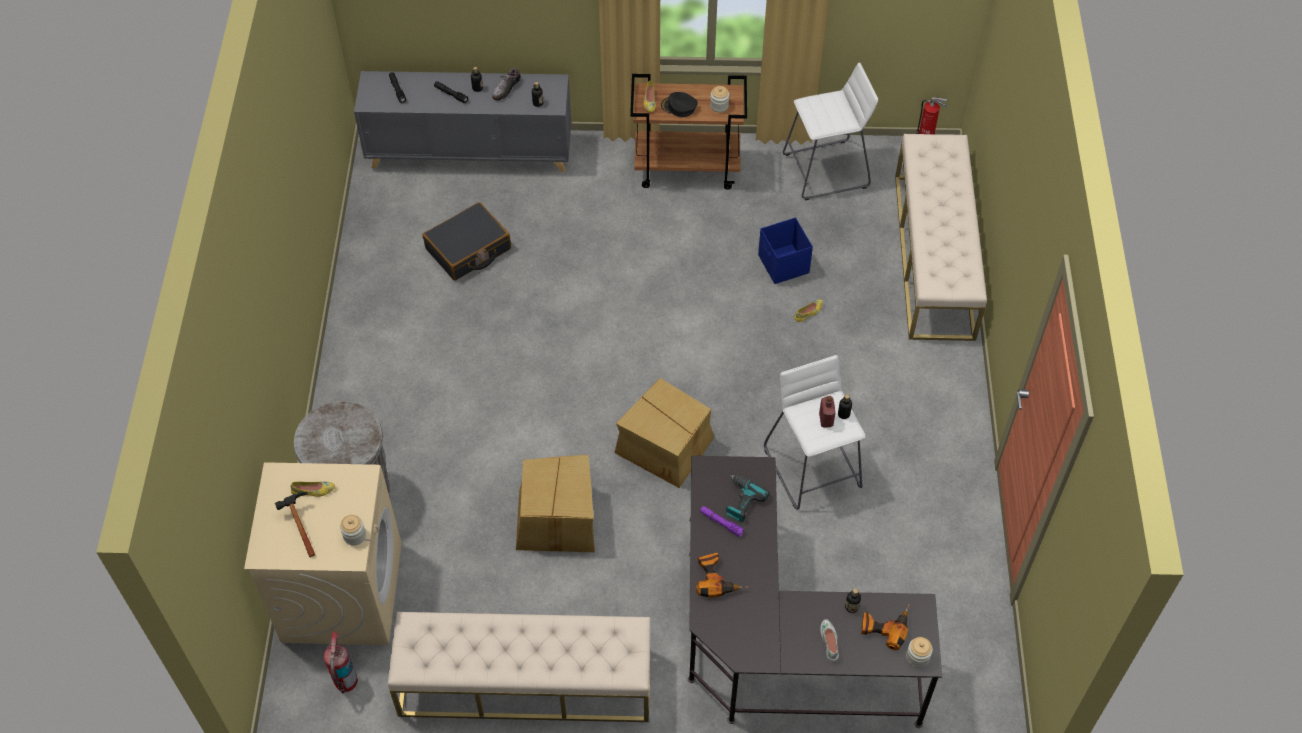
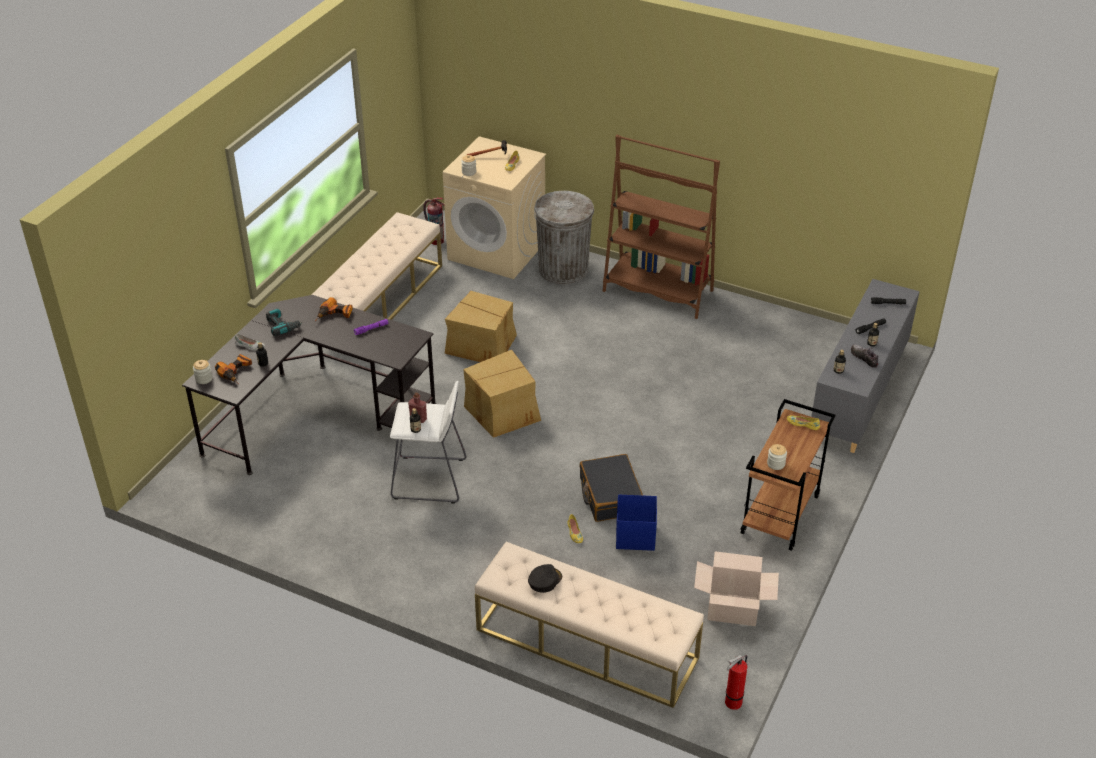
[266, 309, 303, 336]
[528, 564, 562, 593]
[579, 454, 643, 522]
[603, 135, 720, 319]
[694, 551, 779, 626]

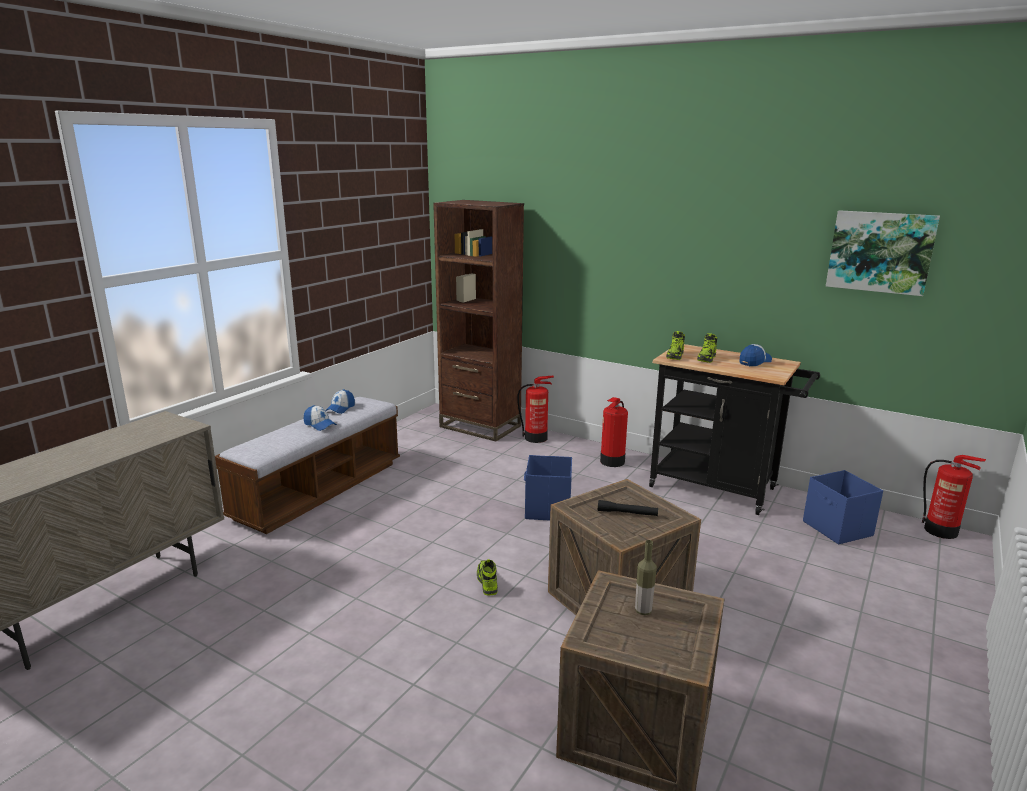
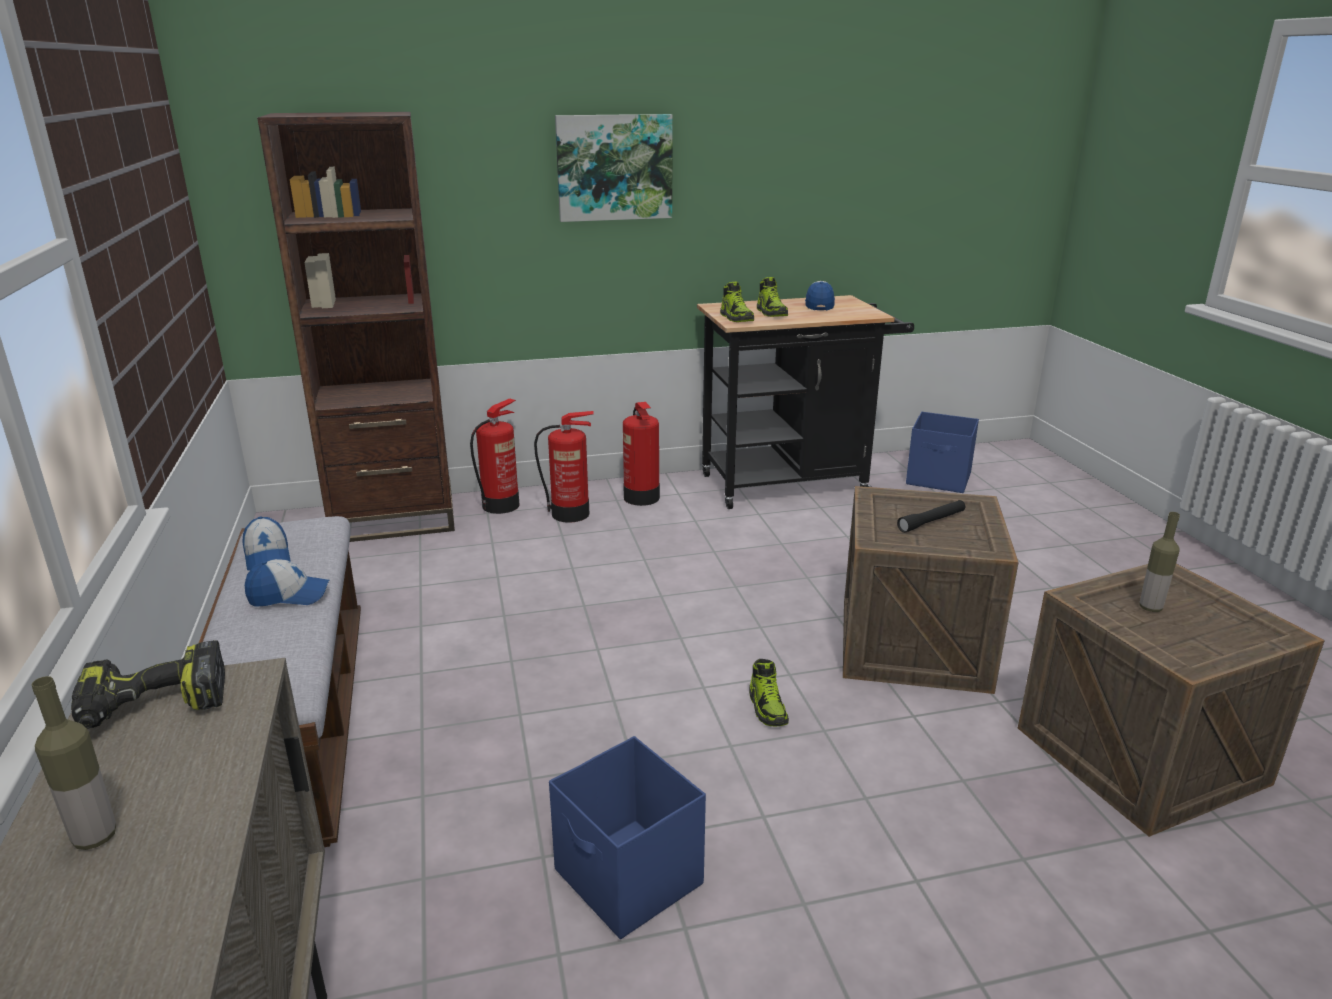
[32, 676, 116, 850]
[71, 640, 225, 729]
[534, 411, 594, 523]
[549, 736, 706, 939]
[555, 114, 673, 222]
[749, 659, 789, 726]

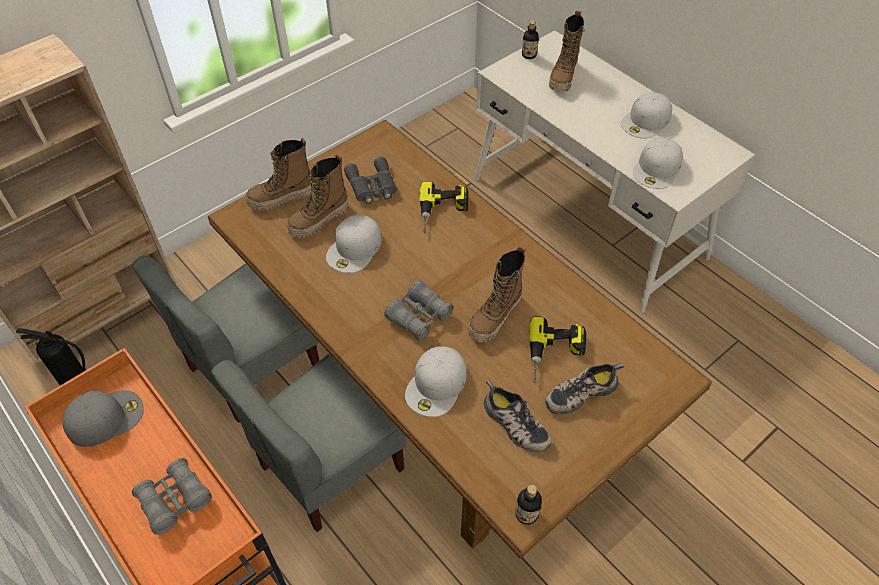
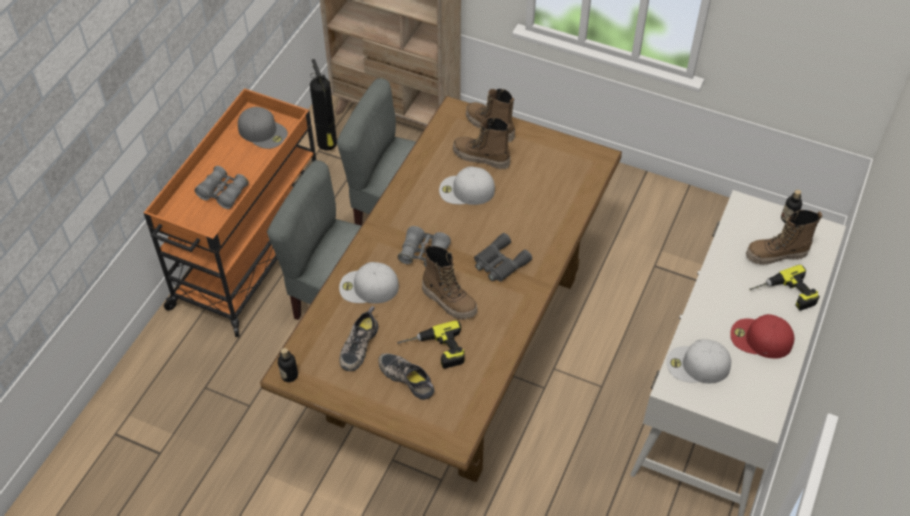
[422, 243, 477, 320]
[474, 233, 532, 282]
[730, 314, 794, 359]
[749, 265, 820, 311]

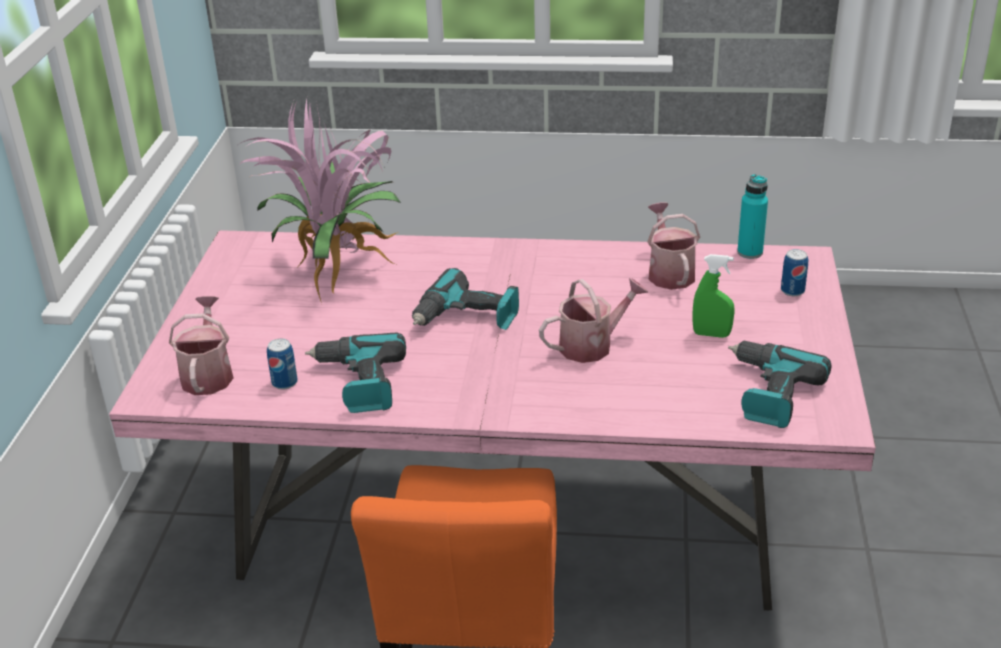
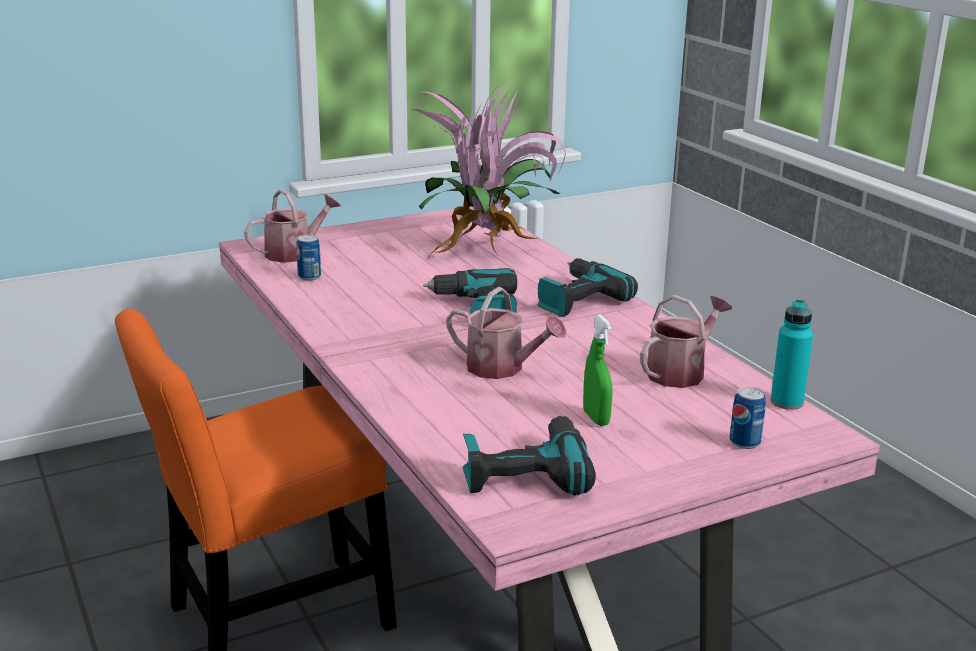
[538, 258, 638, 317]

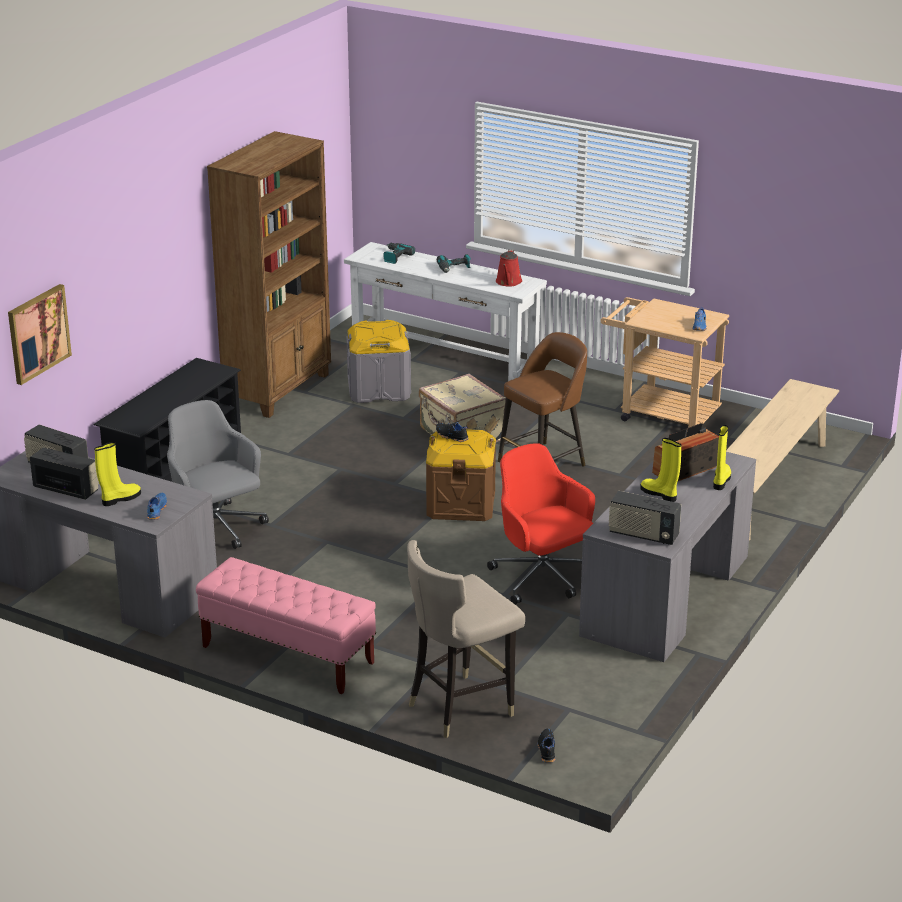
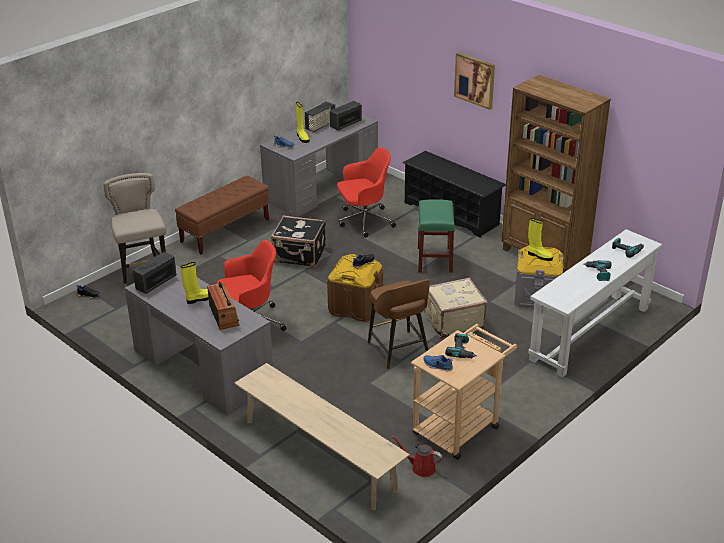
[175, 176, 269, 254]
[271, 215, 326, 267]
[337, 147, 396, 237]
[392, 435, 443, 477]
[418, 199, 455, 273]
[445, 333, 476, 358]
[454, 53, 495, 110]
[528, 218, 553, 261]

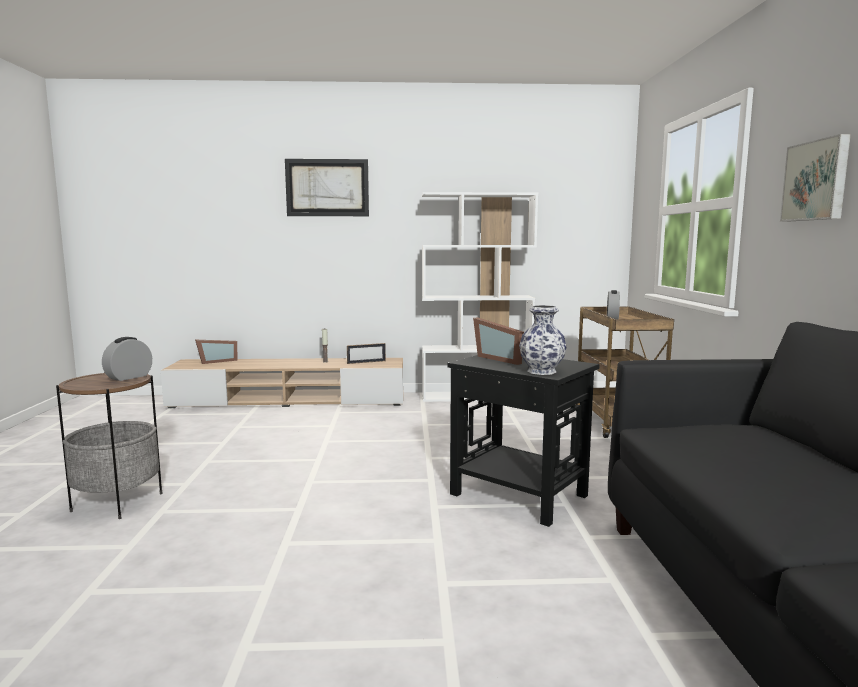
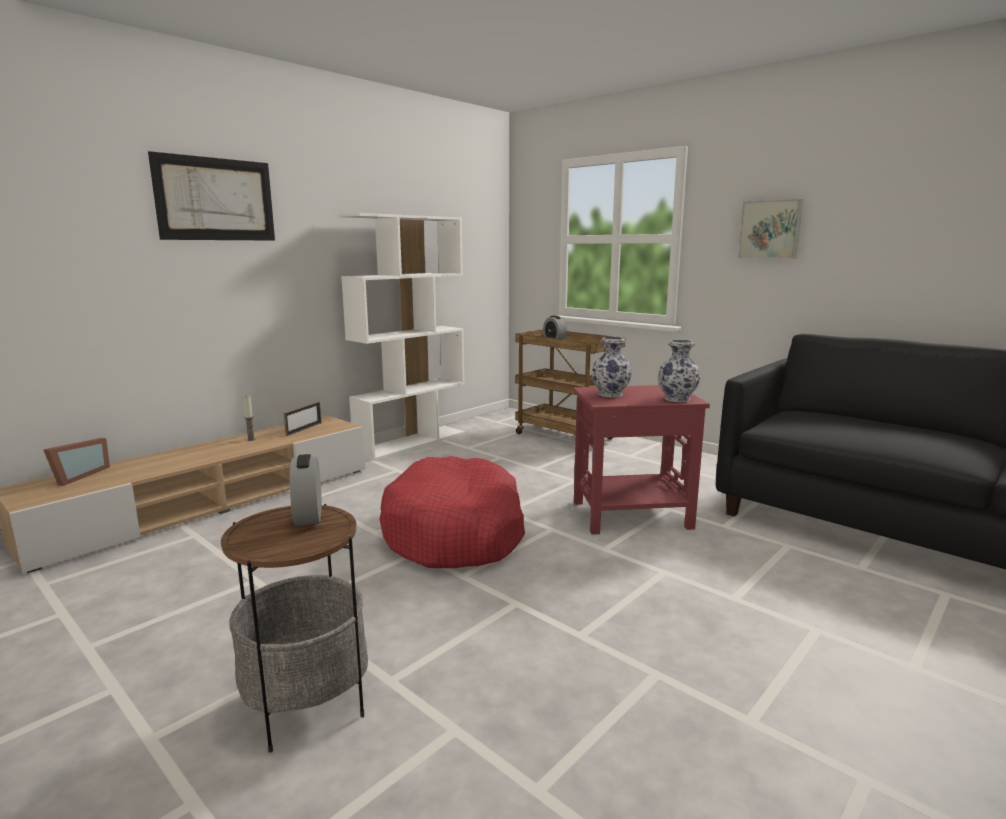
[379, 456, 525, 568]
[573, 385, 710, 535]
[592, 337, 632, 397]

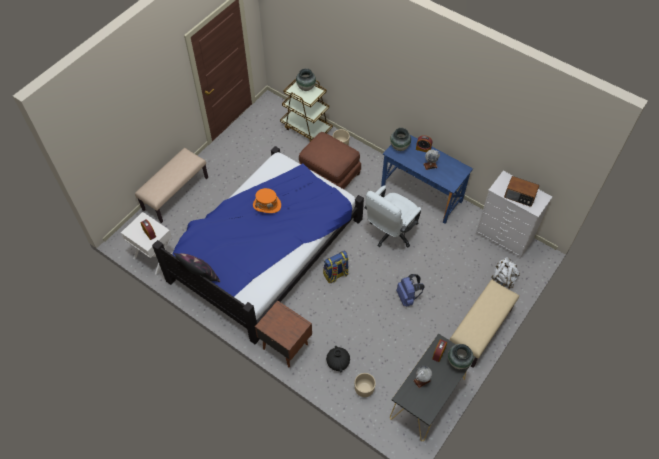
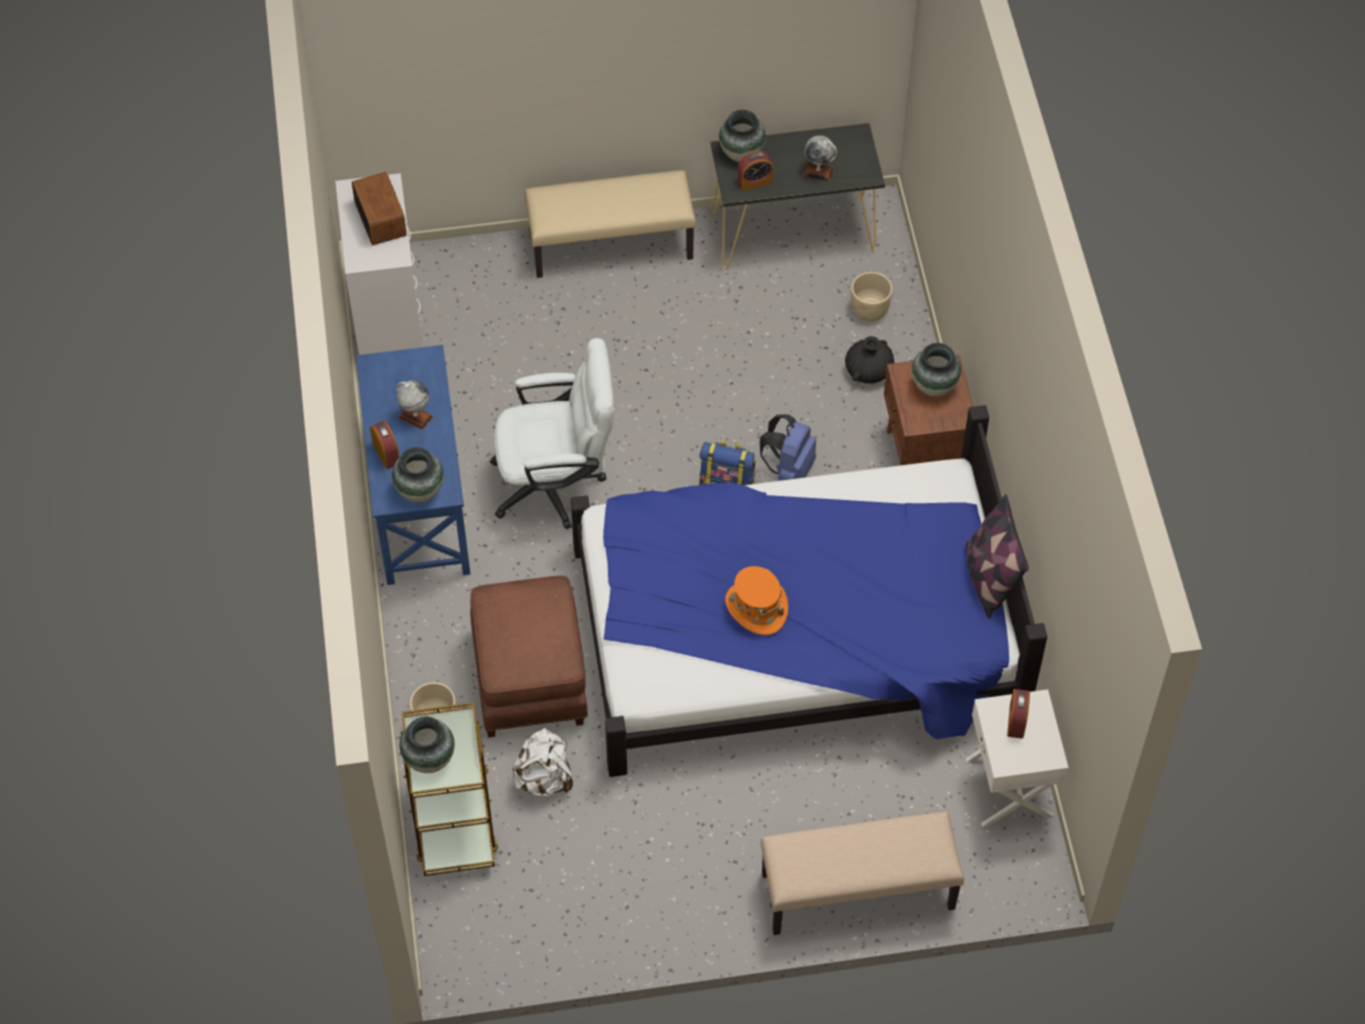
[512, 728, 573, 798]
[760, 414, 816, 481]
[912, 343, 961, 396]

